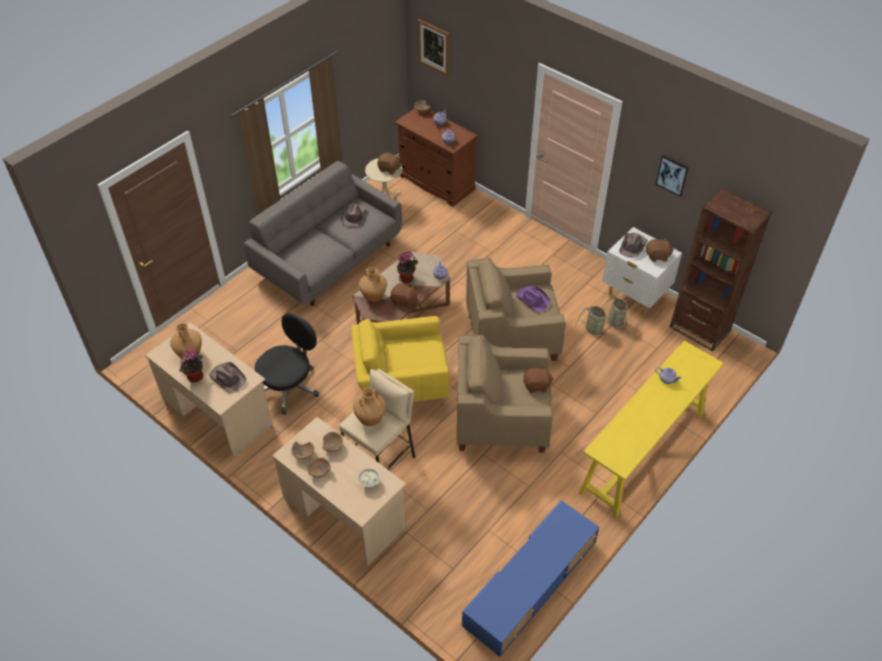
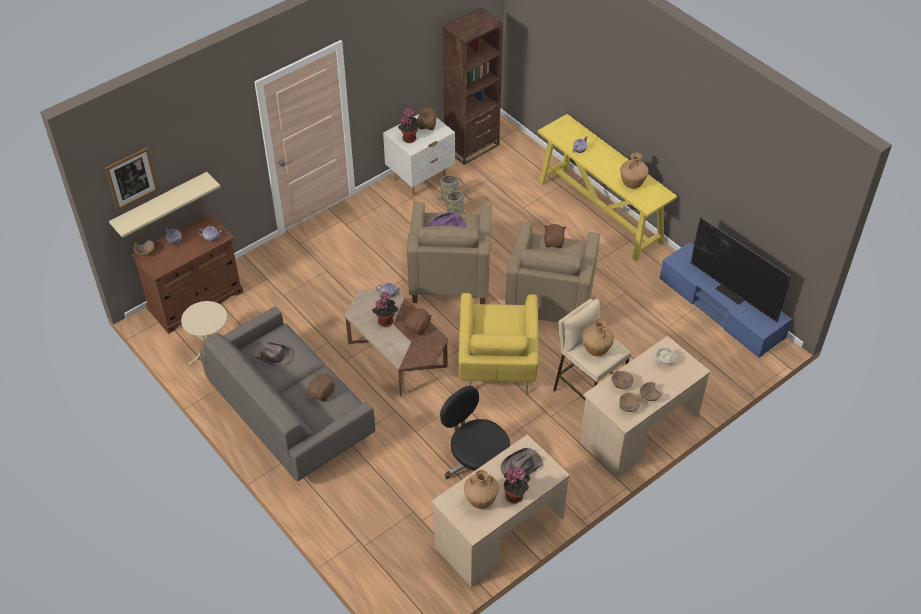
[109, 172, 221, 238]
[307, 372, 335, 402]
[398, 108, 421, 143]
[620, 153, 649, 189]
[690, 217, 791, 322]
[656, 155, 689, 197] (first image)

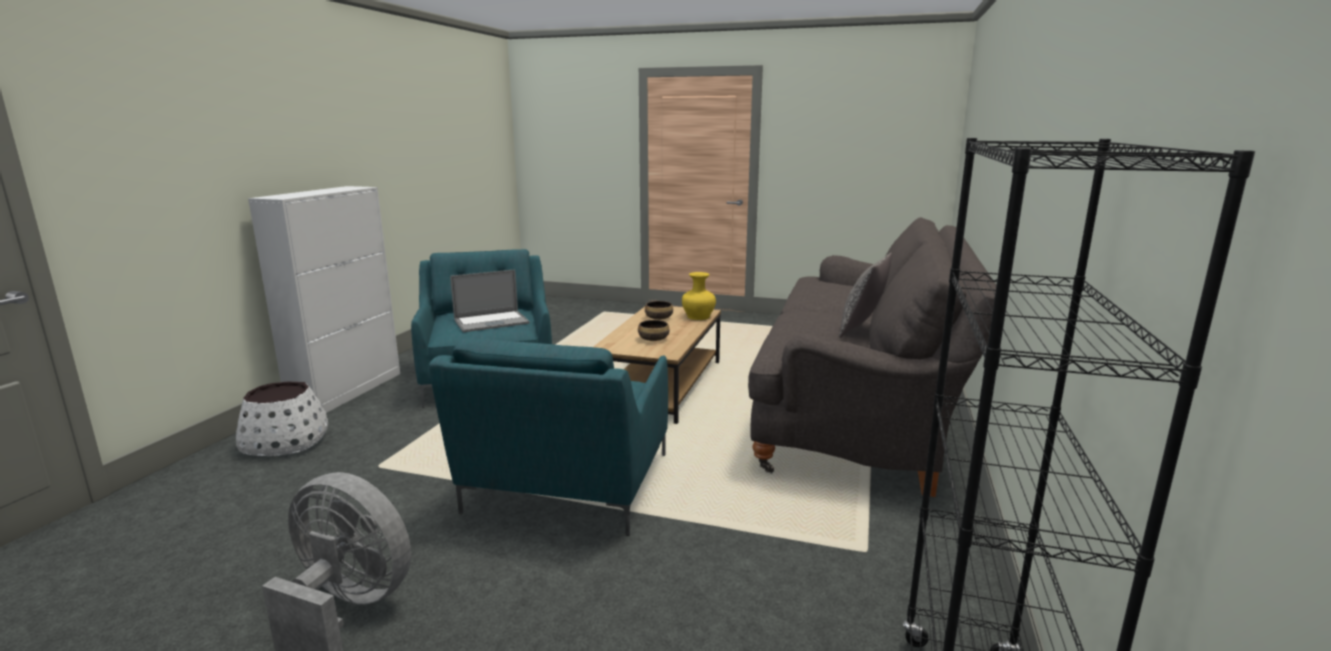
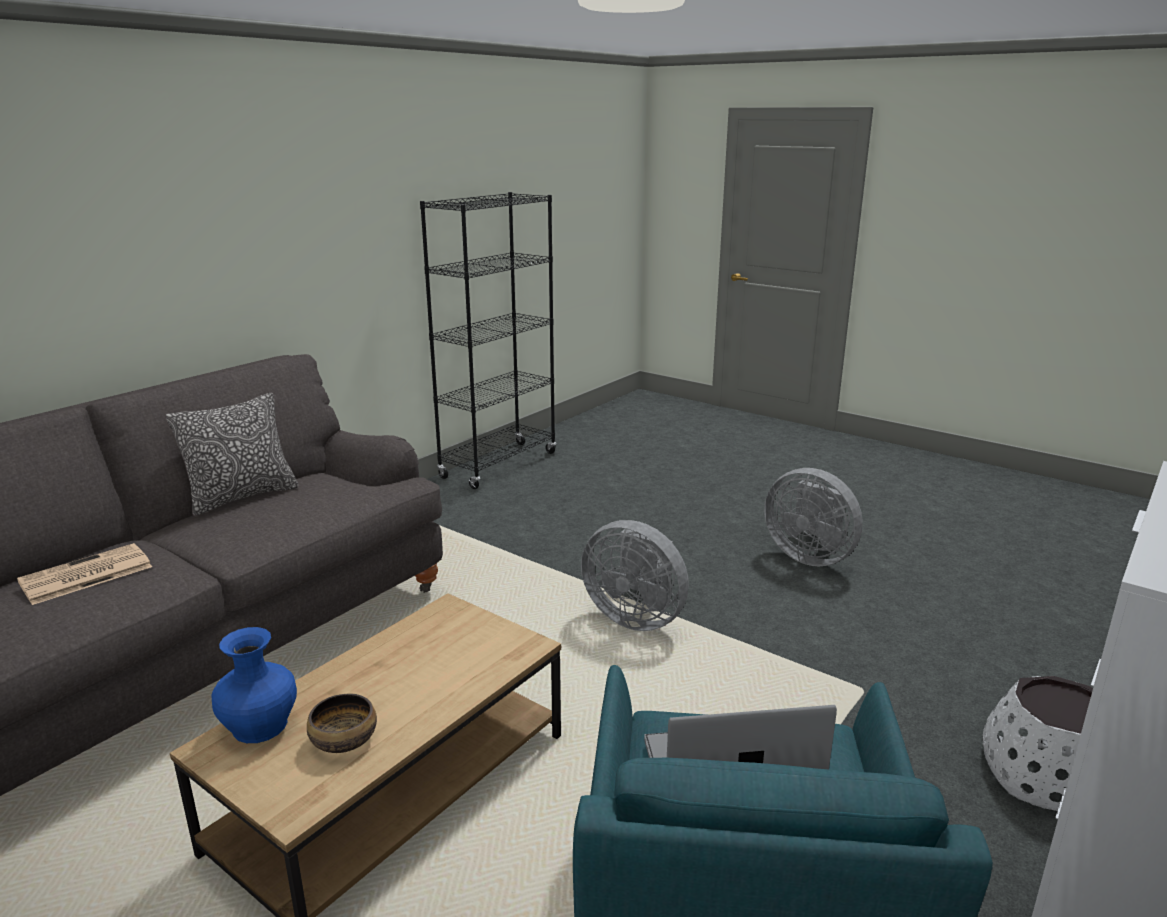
[17, 543, 152, 605]
[211, 627, 297, 743]
[581, 520, 689, 631]
[638, 320, 670, 341] (first image)

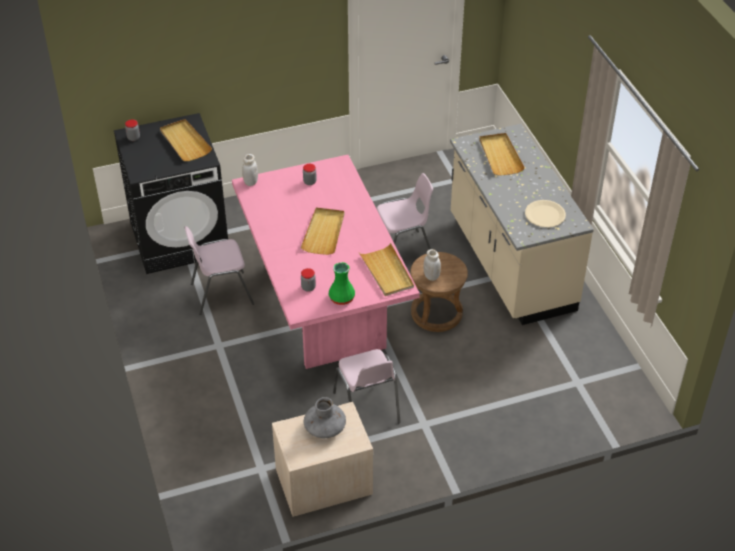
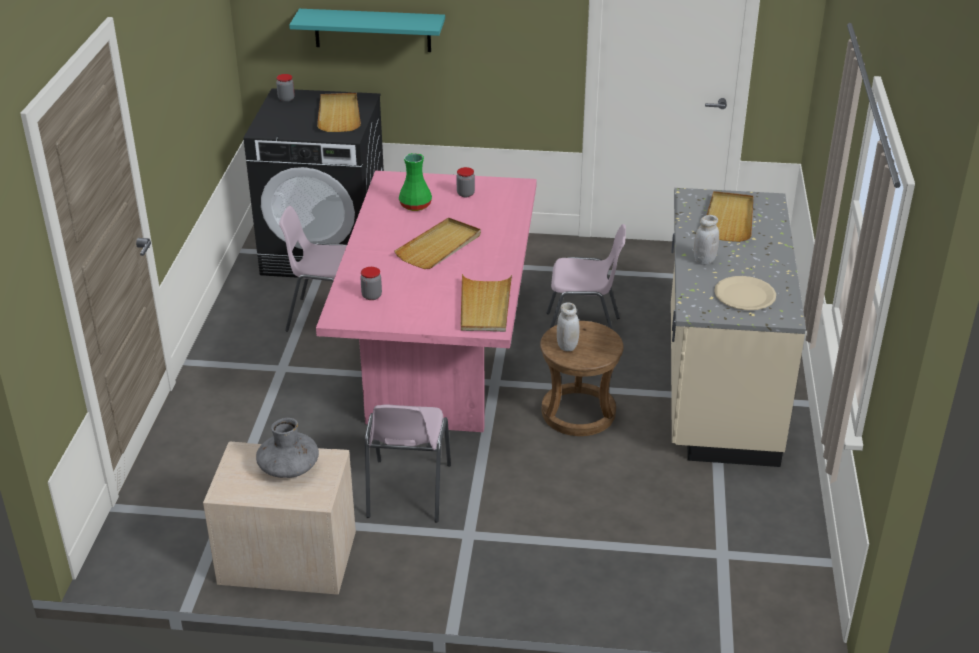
[289, 9, 445, 52]
[399, 153, 432, 211]
[694, 215, 719, 265]

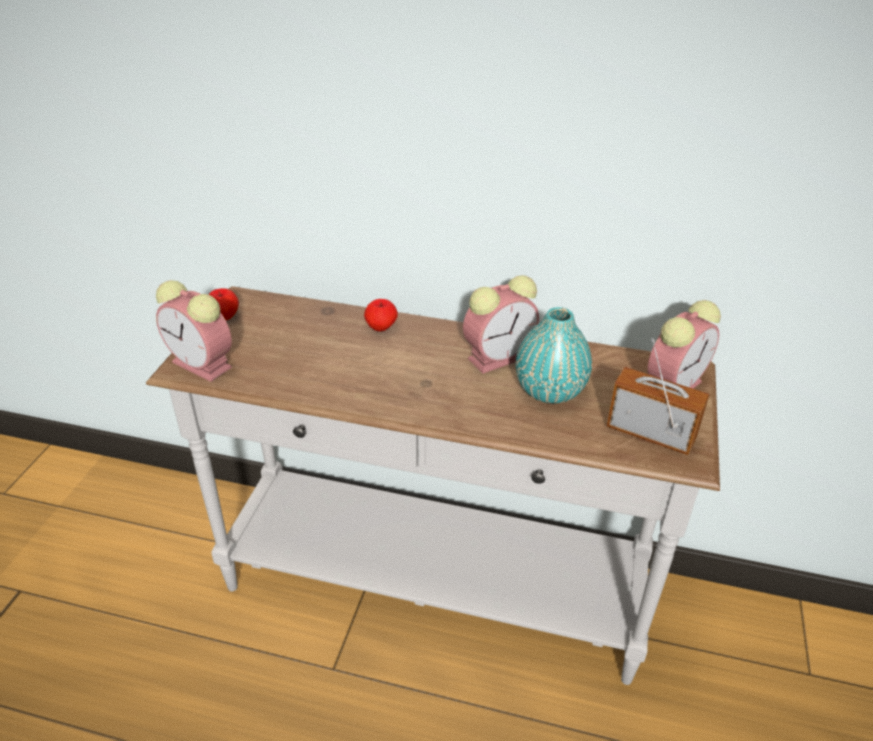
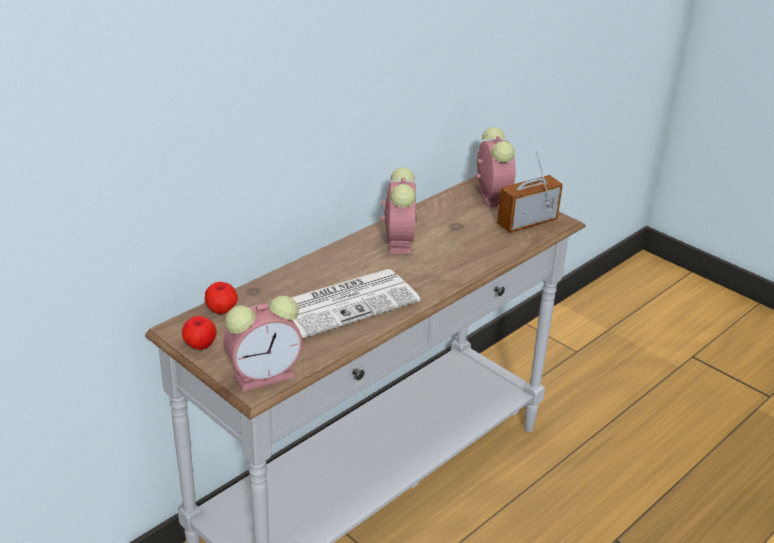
[205, 282, 238, 314]
[291, 269, 420, 338]
[516, 307, 592, 403] (first image)

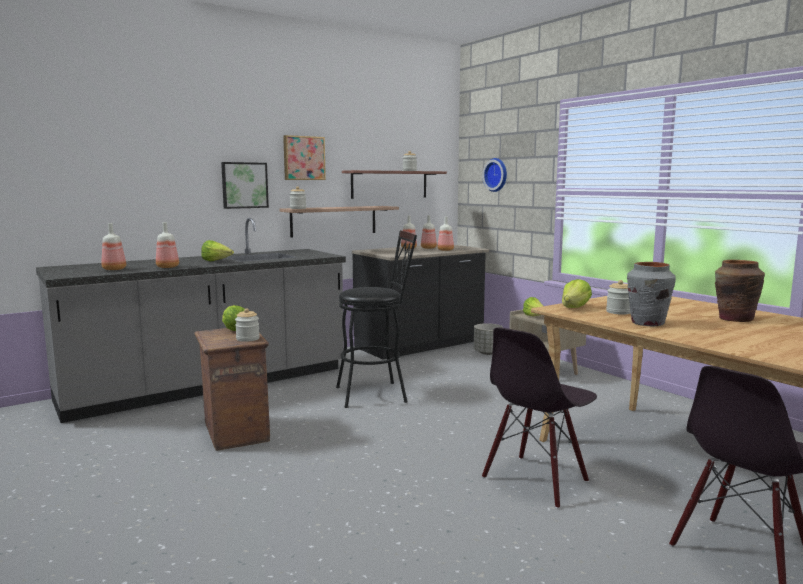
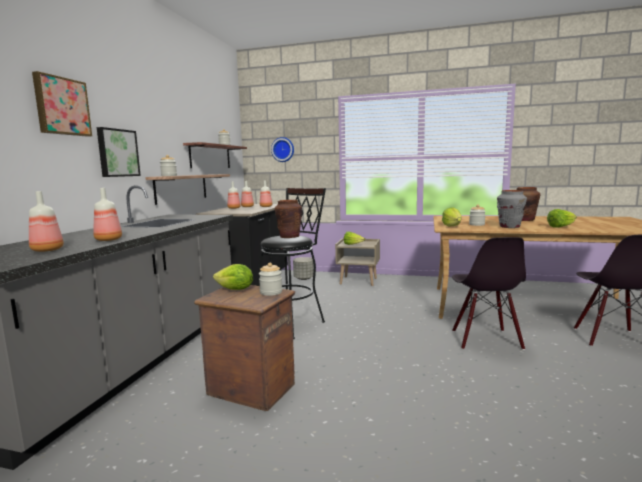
[32, 71, 92, 137]
[274, 200, 302, 238]
[547, 209, 577, 228]

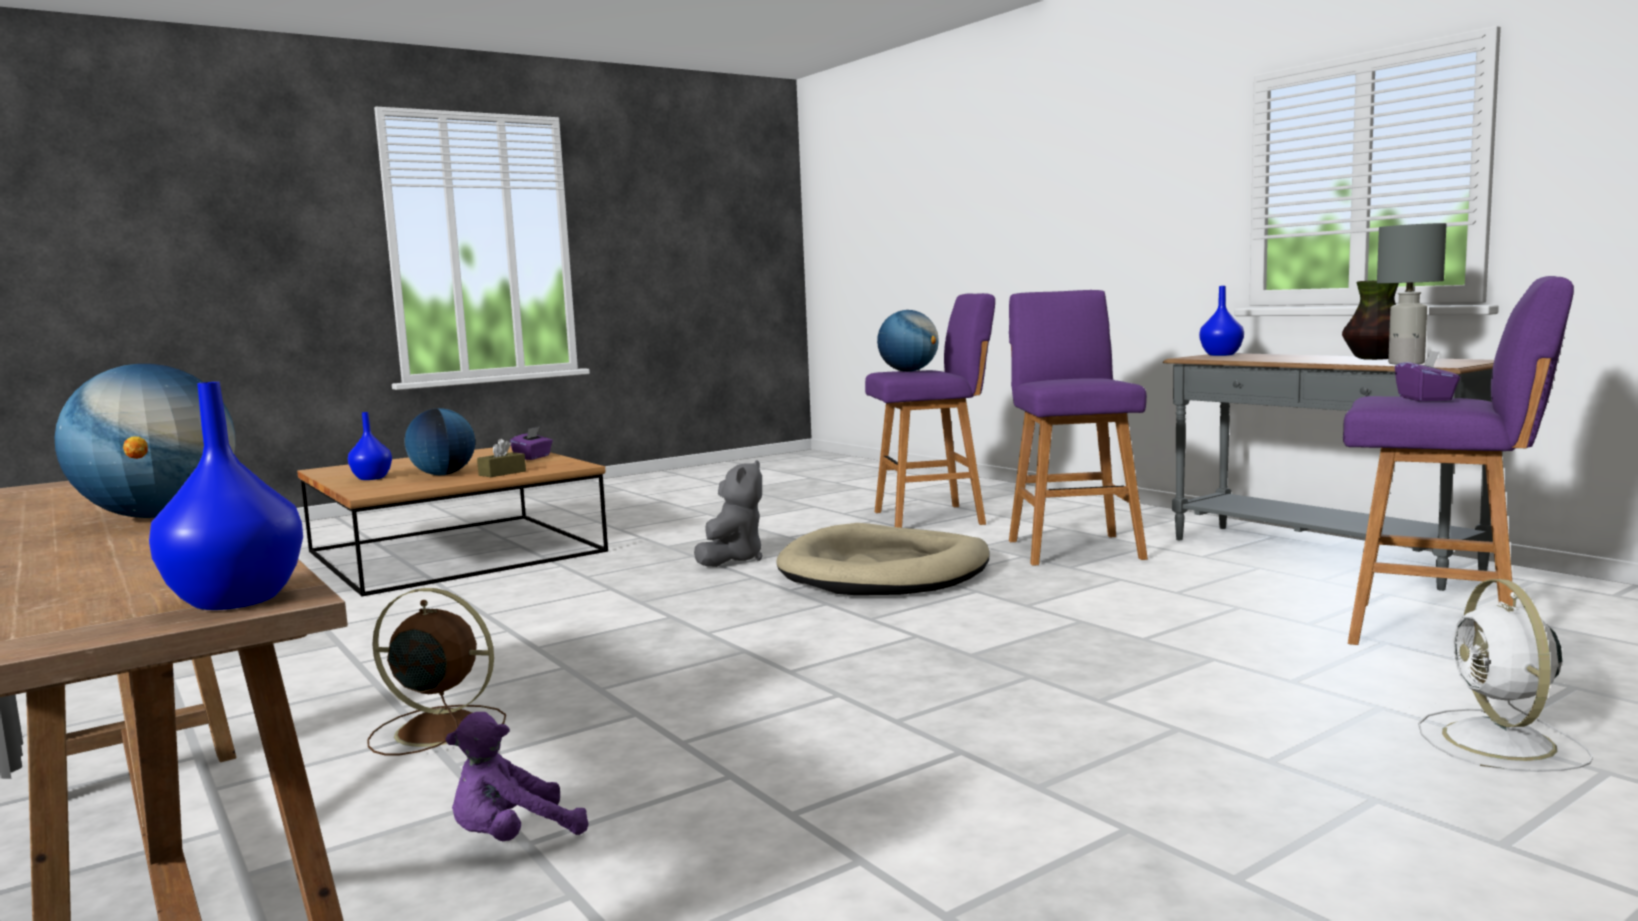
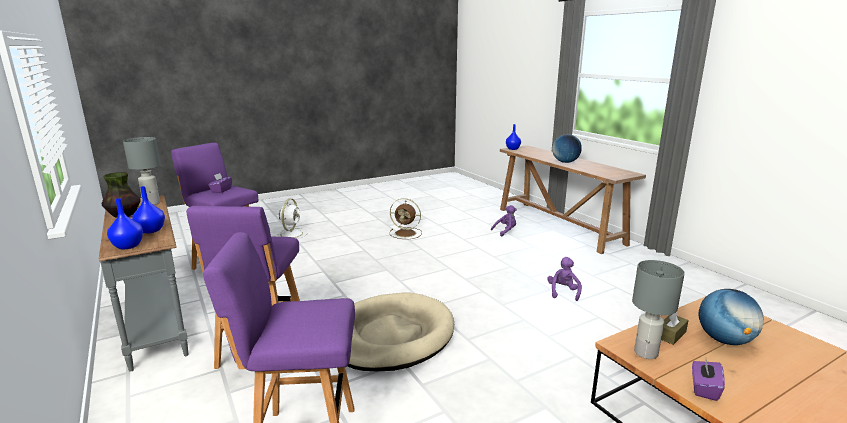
[132, 186, 165, 233]
[390, 198, 422, 239]
[547, 257, 582, 301]
[632, 260, 685, 359]
[694, 460, 763, 567] (first image)
[877, 310, 939, 372] (first image)

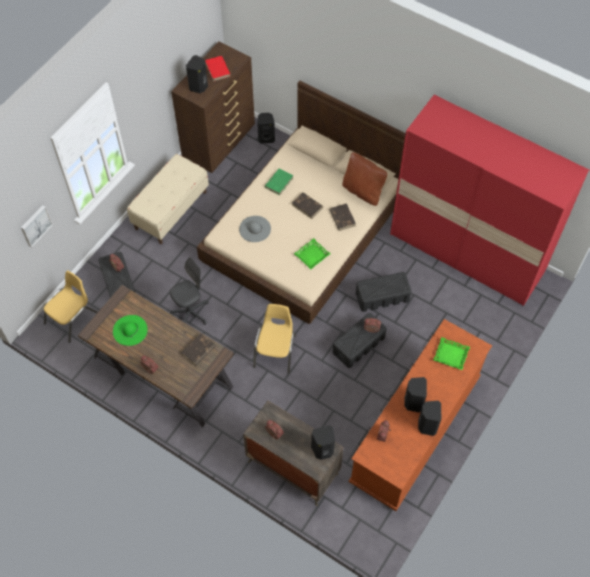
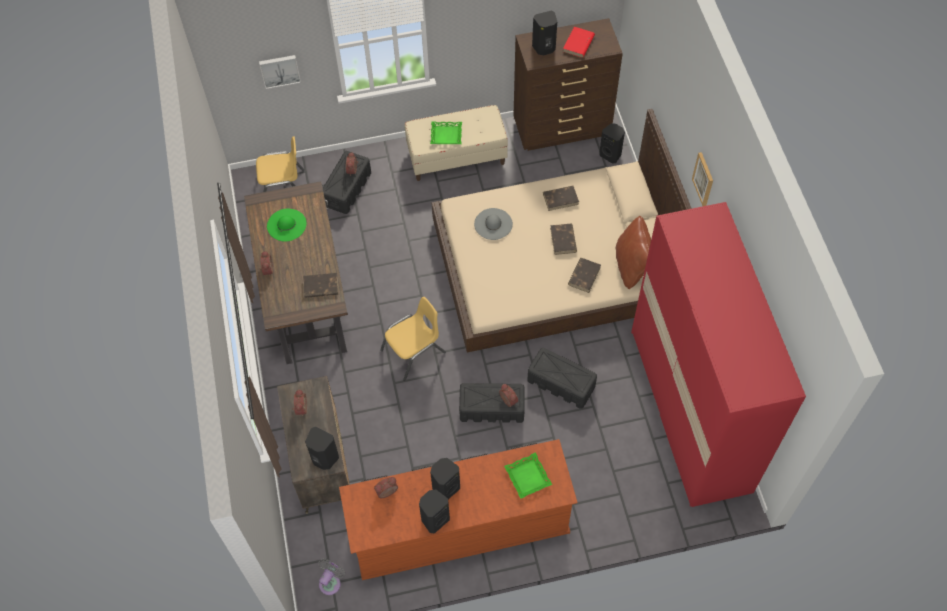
[318, 558, 345, 595]
[430, 122, 462, 144]
[543, 186, 579, 211]
[692, 152, 713, 206]
[170, 257, 209, 325] (first image)

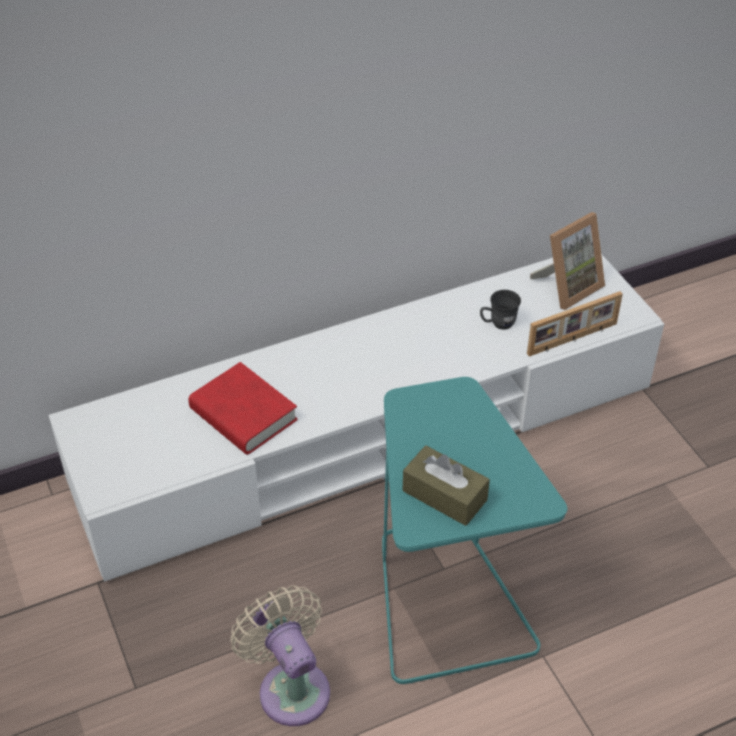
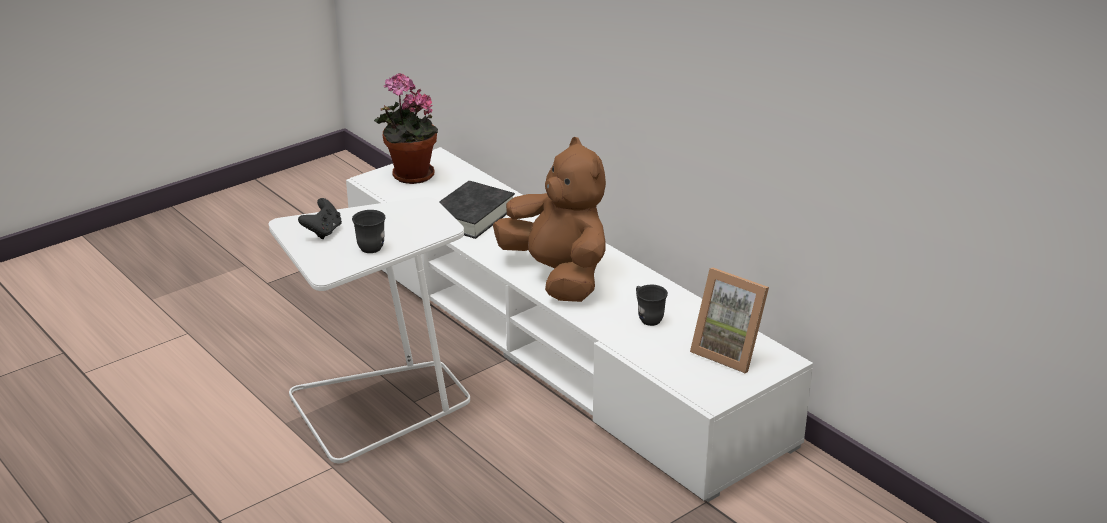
[269, 197, 470, 463]
[298, 198, 342, 239]
[352, 210, 386, 253]
[374, 73, 438, 184]
[439, 181, 515, 239]
[493, 137, 606, 302]
[231, 586, 330, 726] (first image)
[527, 291, 623, 357] (first image)

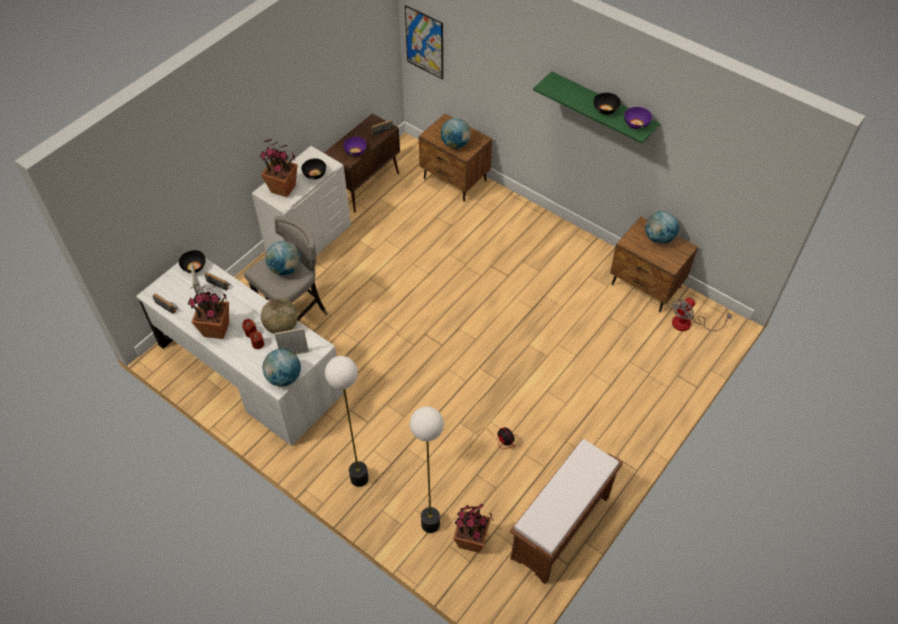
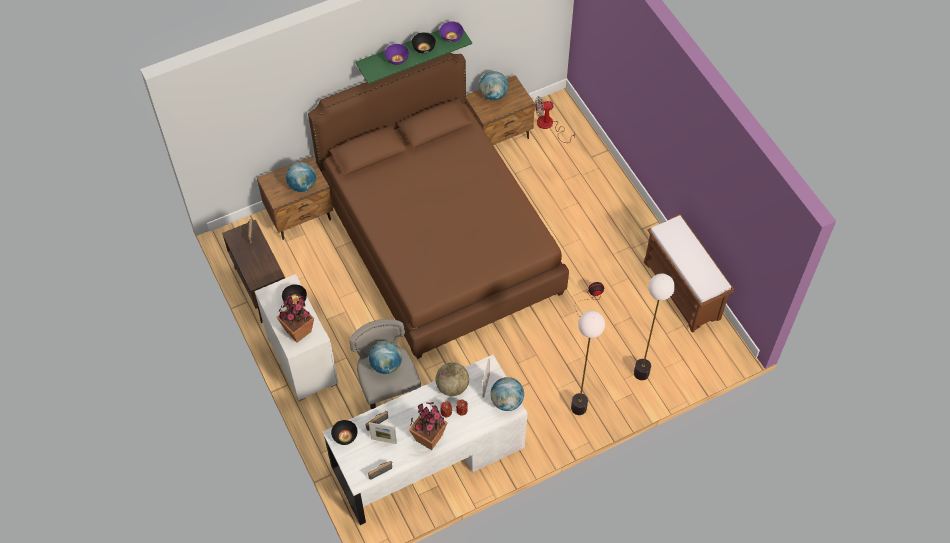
[308, 52, 569, 359]
[385, 44, 409, 65]
[535, 96, 575, 143]
[405, 5, 443, 80] (first image)
[453, 504, 494, 553] (first image)

